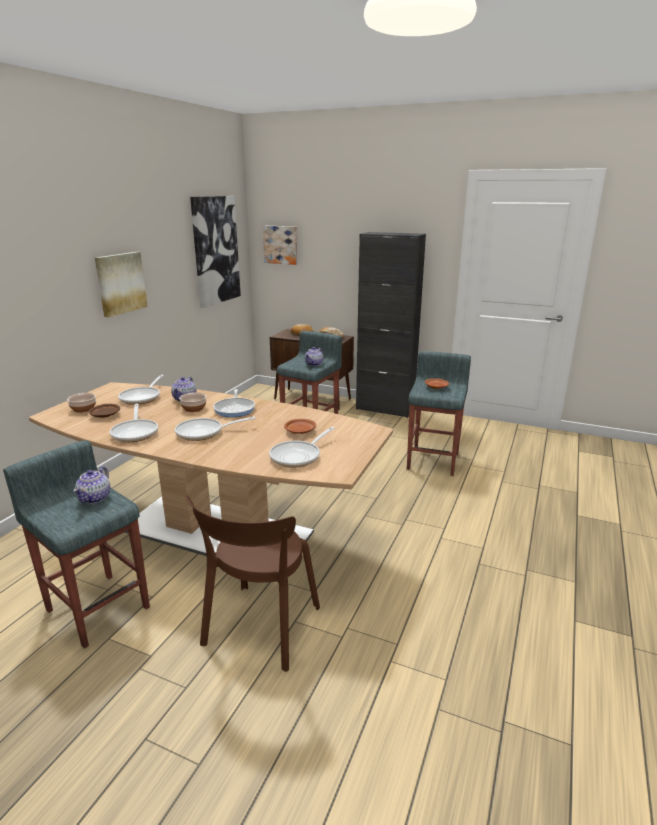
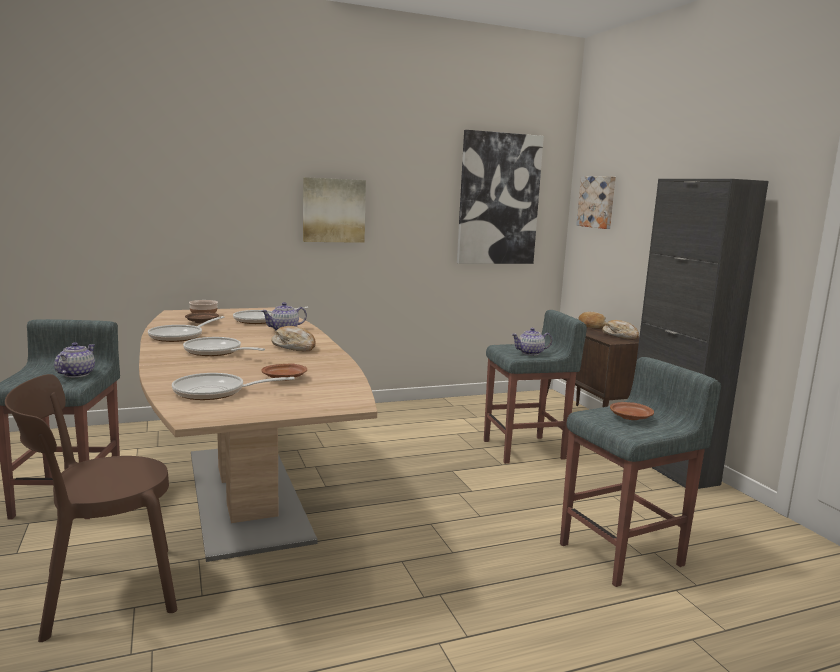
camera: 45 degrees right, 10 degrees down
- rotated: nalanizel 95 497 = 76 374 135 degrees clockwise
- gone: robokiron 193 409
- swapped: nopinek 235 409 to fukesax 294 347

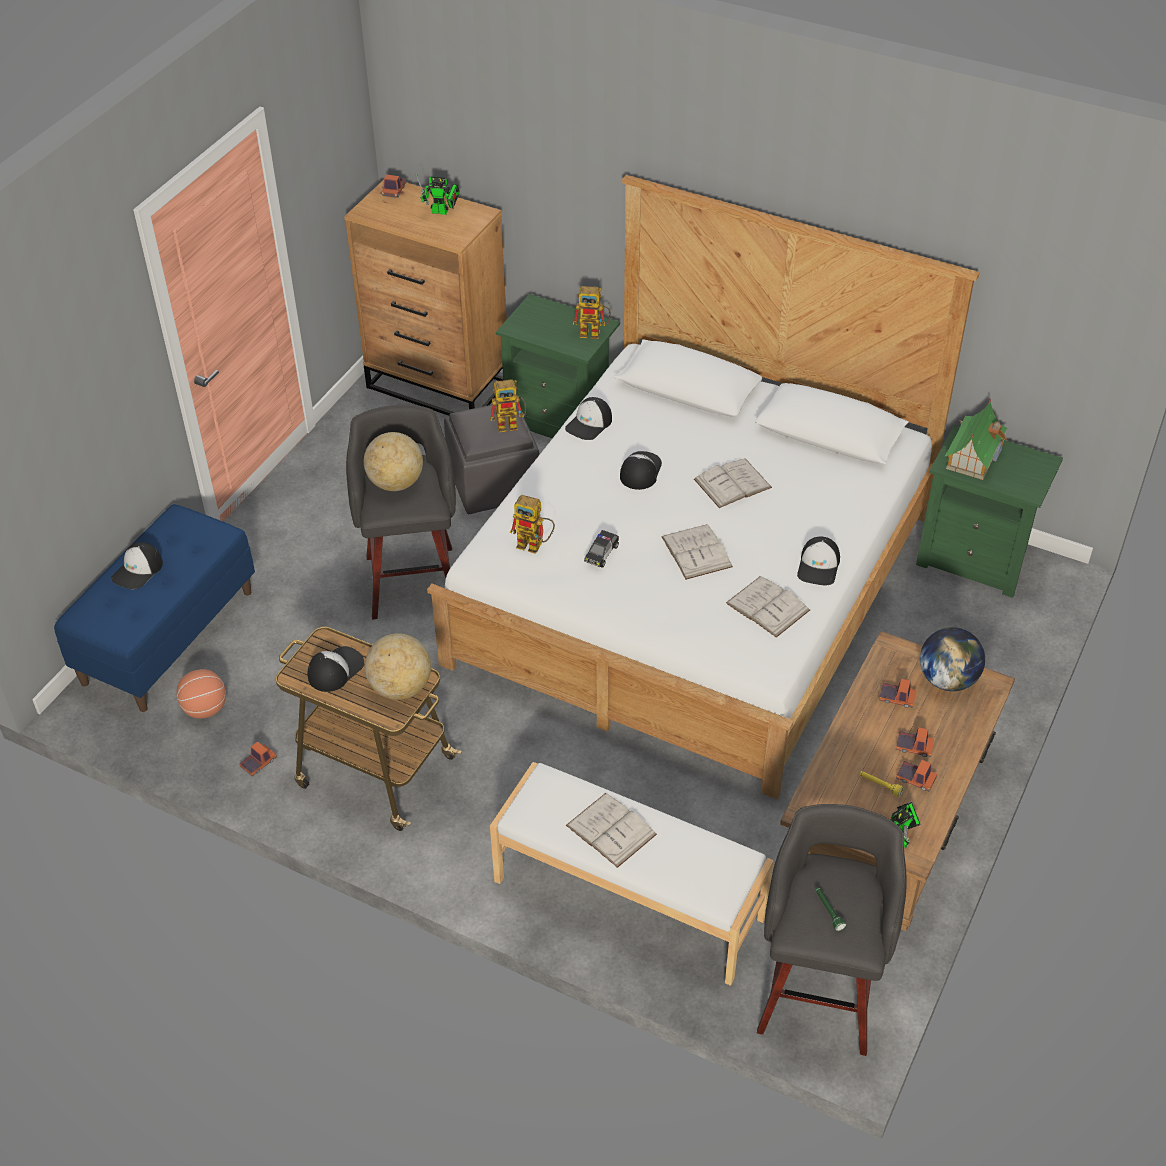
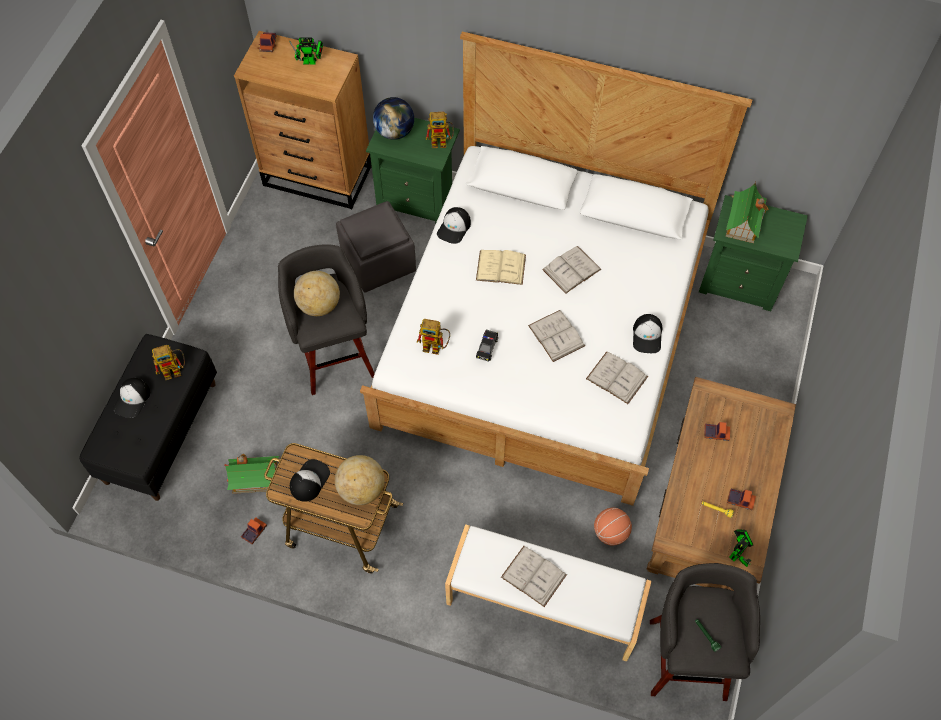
camera: 10 degrees left, 15 degrees up
- repainted: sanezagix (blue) 168 636 to sanezagix (black) 161 431
- shifted: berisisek 205 709 to 610 532
- shifted: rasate 511 424 to 175 370
- swapped: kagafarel 640 471 to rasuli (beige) 501 267
- gone: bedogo 914 747
- shifted: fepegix 947 679 to 394 132
- new: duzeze 255 478

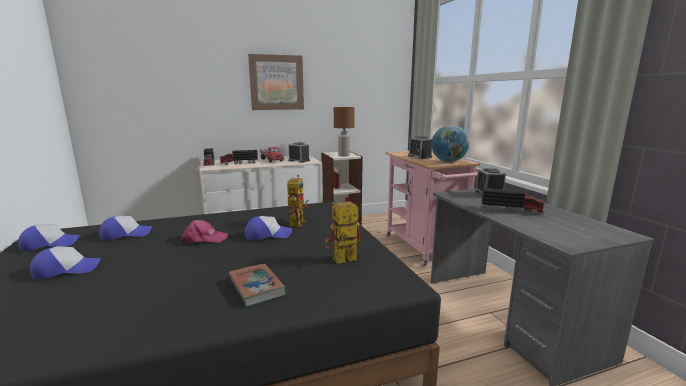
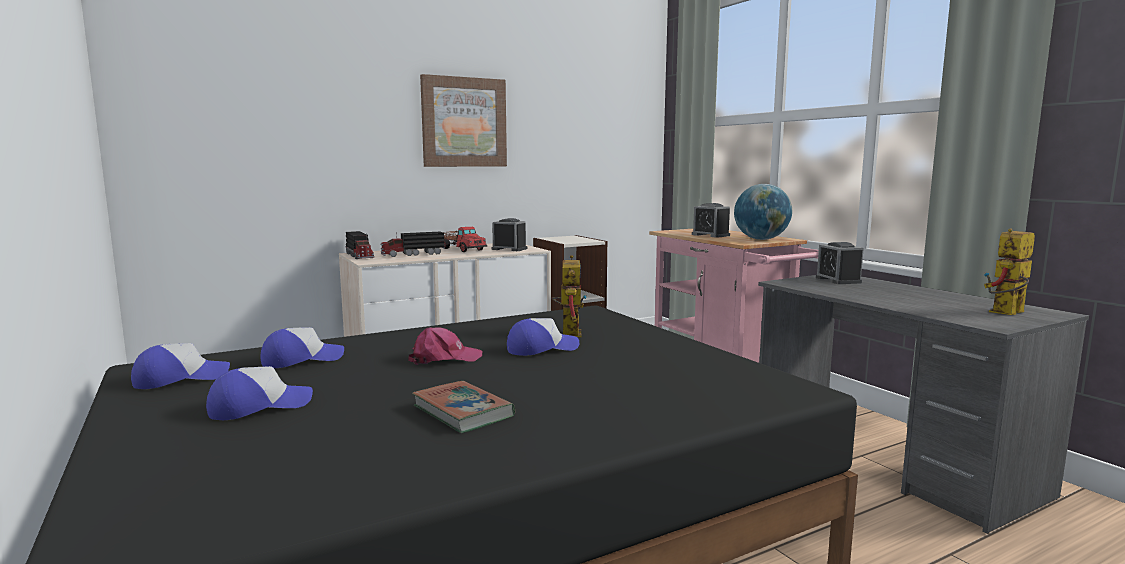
camera: 10 degrees left, 5 degrees down
- shifted: rasuli 257 287 to 463 412
- shifted: rasate 340 261 to 1007 313
- gone: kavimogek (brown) 344 155
- gone: bedogo 511 210

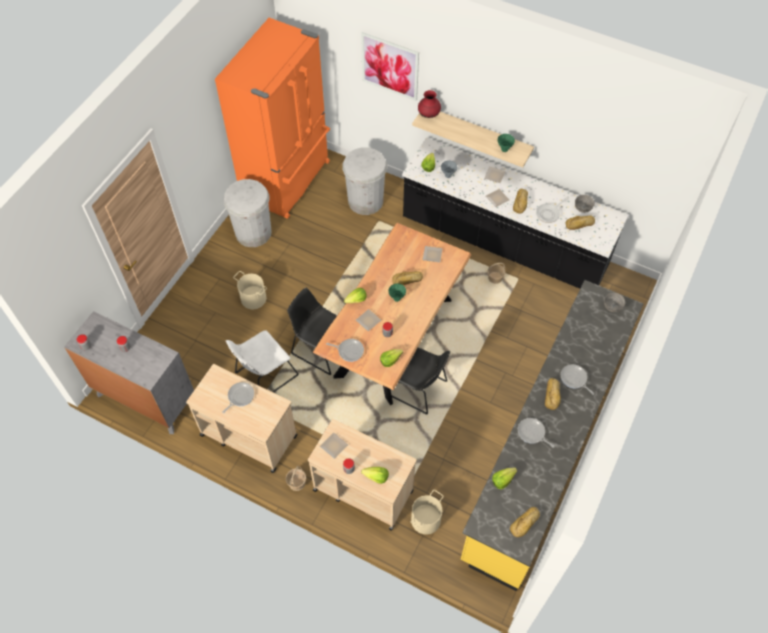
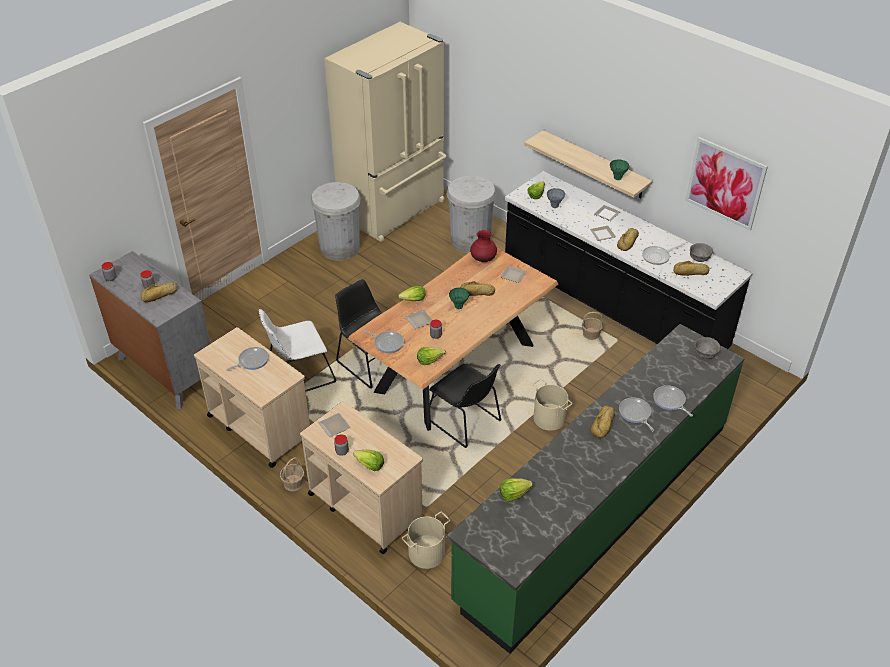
camera: 15 degrees right, 15 degrees down
- repainted: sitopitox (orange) 288 180 to sitopitox (beige) 394 210
- shifted: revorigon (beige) 253 298 to 549 418
- shifted: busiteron 390 66 to 725 183
- shifted: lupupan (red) 429 115 to 483 259
- repainted: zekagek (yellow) 545 447 to zekagek (green) 596 510
- shifted: fukesax 525 523 to 160 295
- shifted: nopinek 532 433 to 670 401

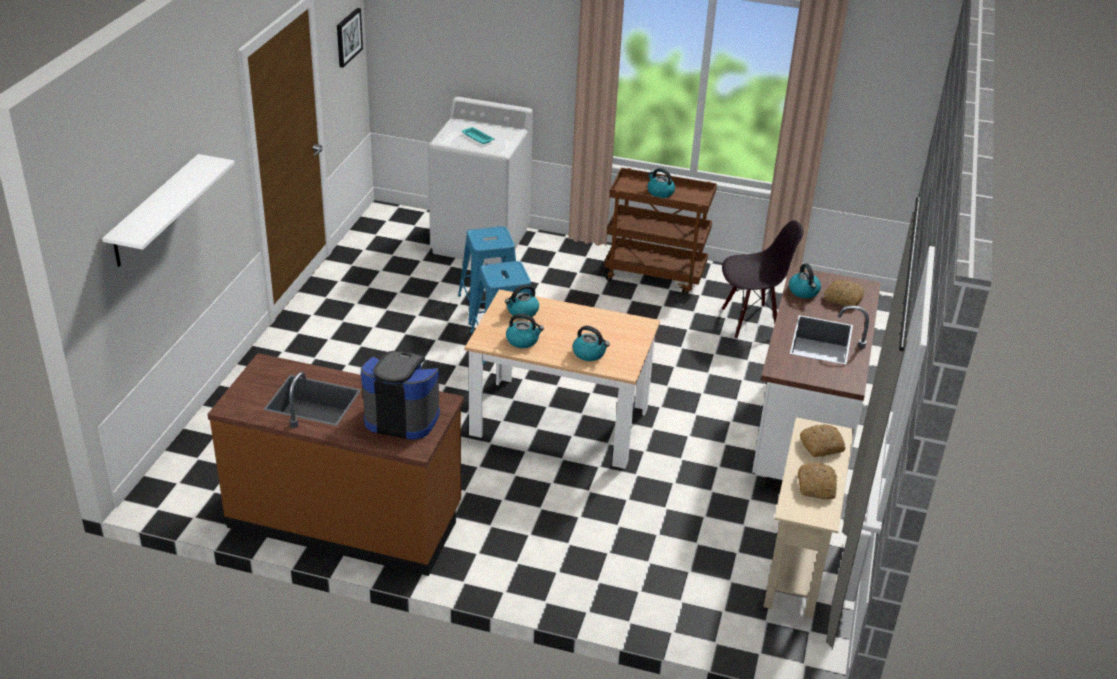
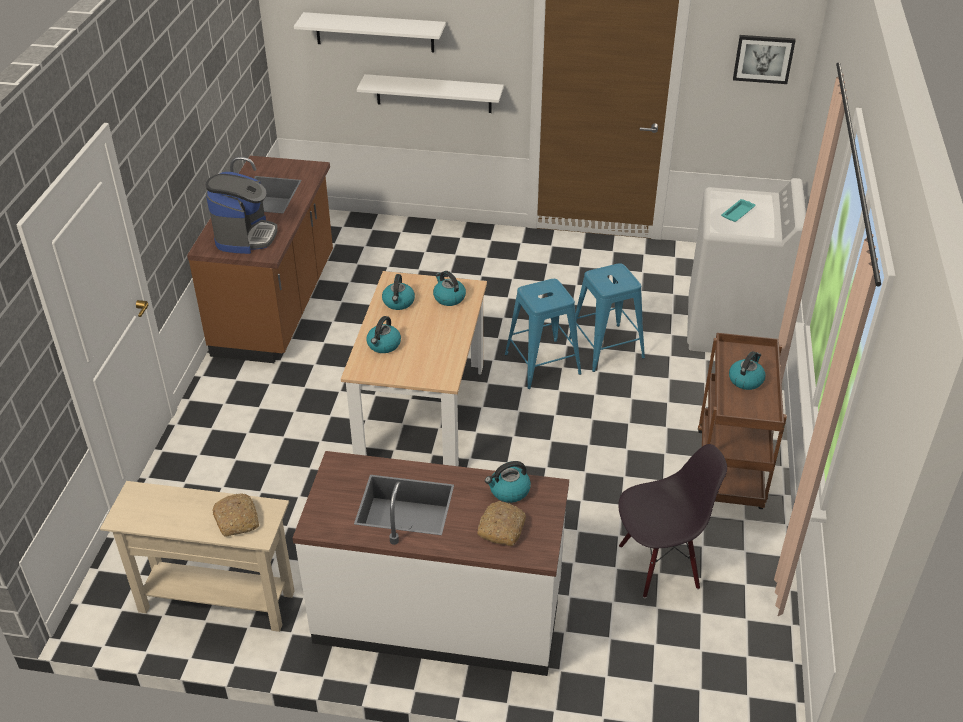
camera: 85 degrees right, 5 degrees up
- rotated: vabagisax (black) 750 322 = 659 565 90 degrees counterclockwise
- gone: fukesax 817 486
- new: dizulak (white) 433 93

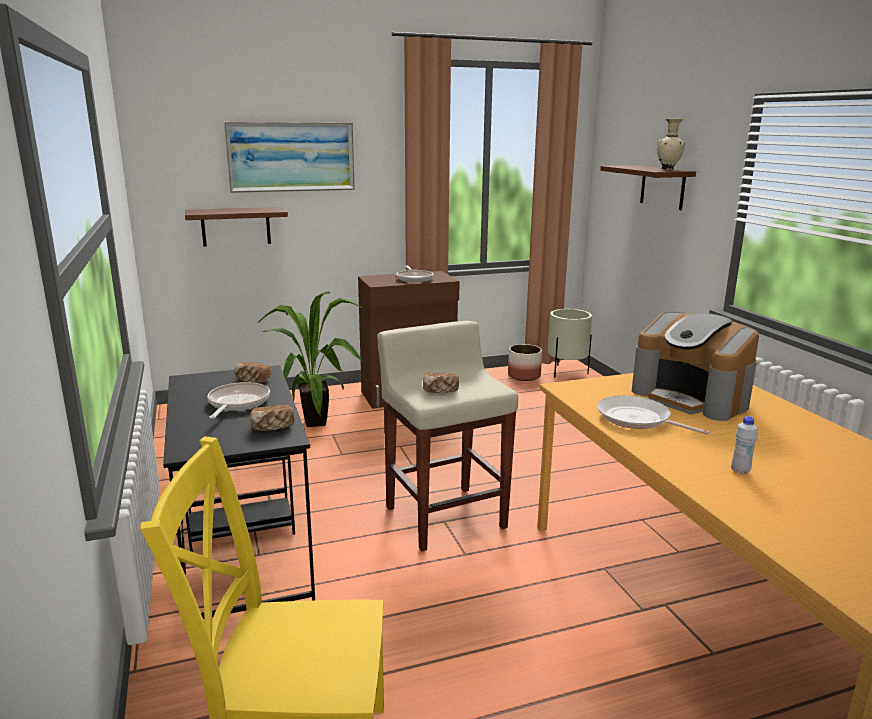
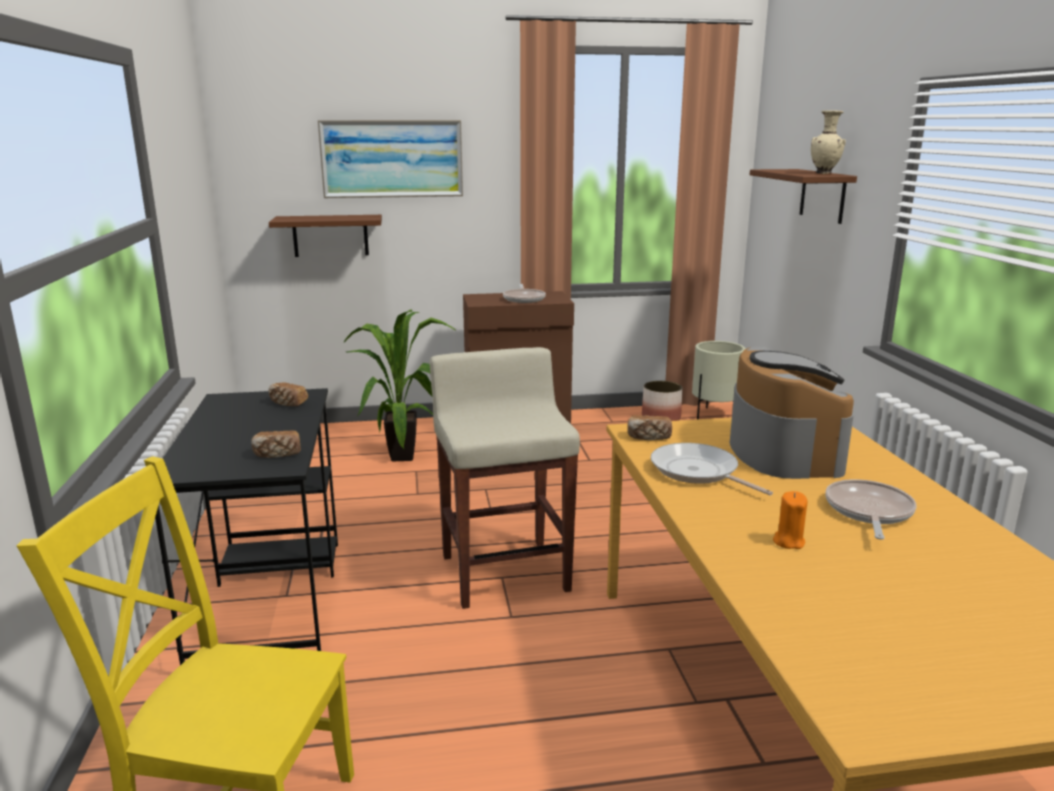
camera: 10 degrees right, 0 degrees up
- shifted: nopinek 237 403 to 868 511
- shifted: fukesax 440 391 to 649 437
- rotated: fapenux 691 397 = 782 450 150 degrees counterclockwise
- swapped: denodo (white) 740 471 to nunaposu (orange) 788 541

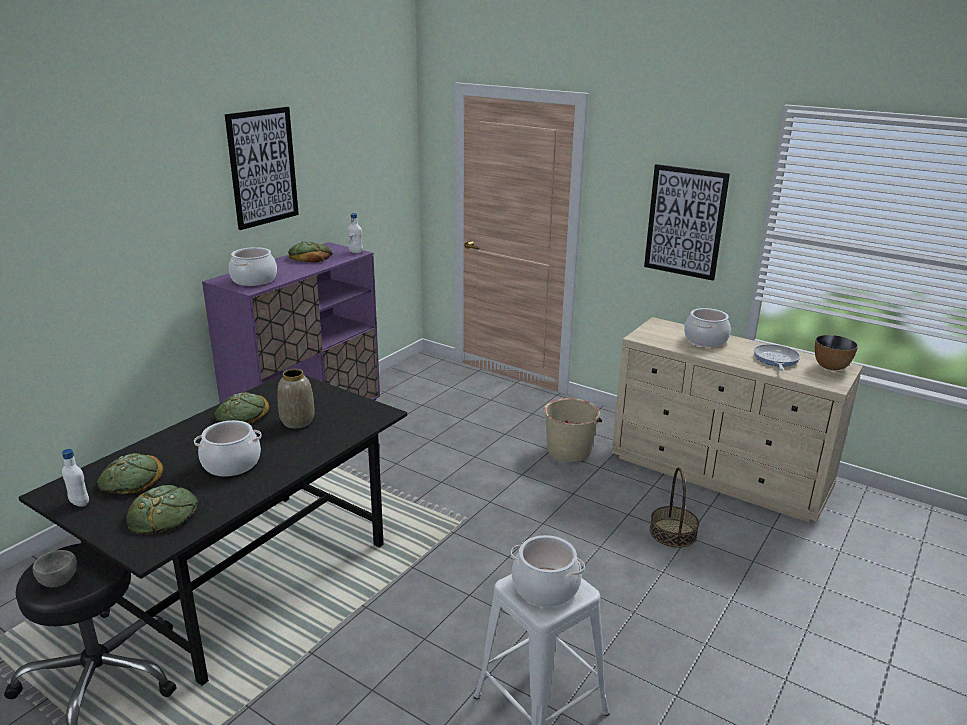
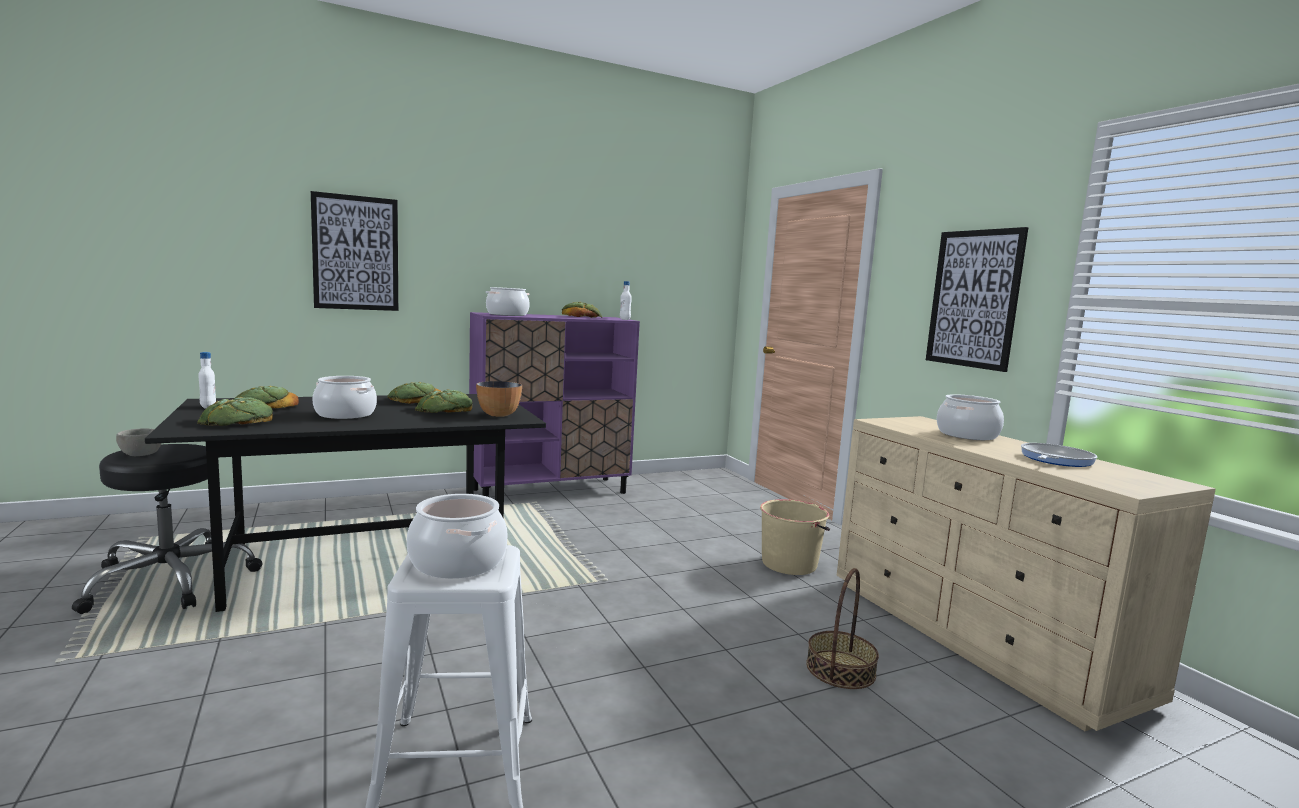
camera: 30 degrees right, 15 degrees down
- shifted: busiteron 262 167 to 356 253
- swapped: lupupan 298 422 to fukesax 445 410
- shifted: robokiron 830 367 to 498 415

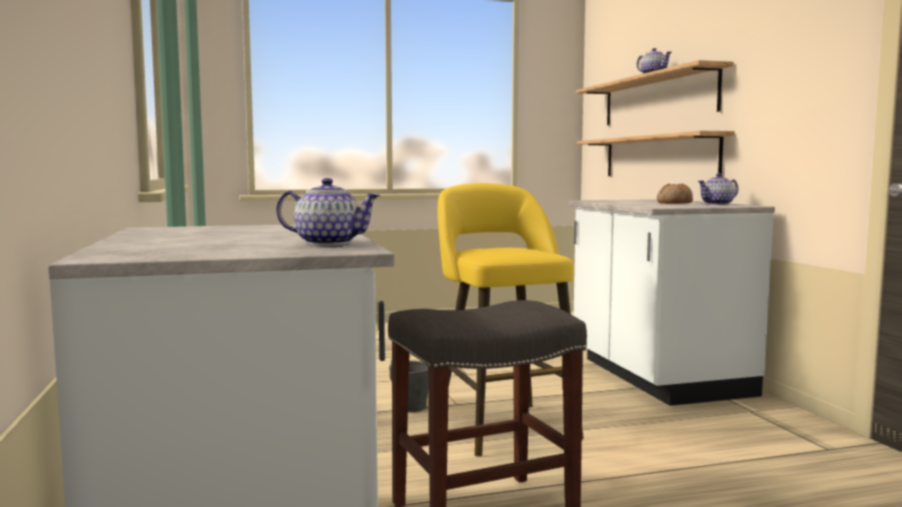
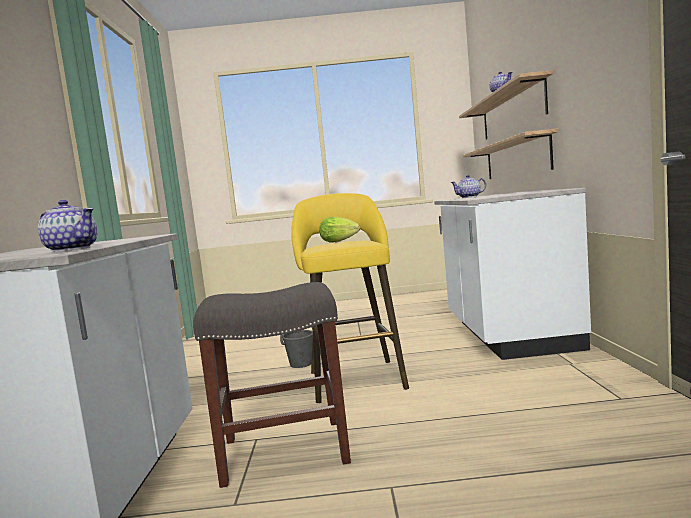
camera: 15 degrees right, 0 degrees up
- gone: fukesax 674 203
- shifted: nalanizel 718 204 to 469 197
- new: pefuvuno 341 241

